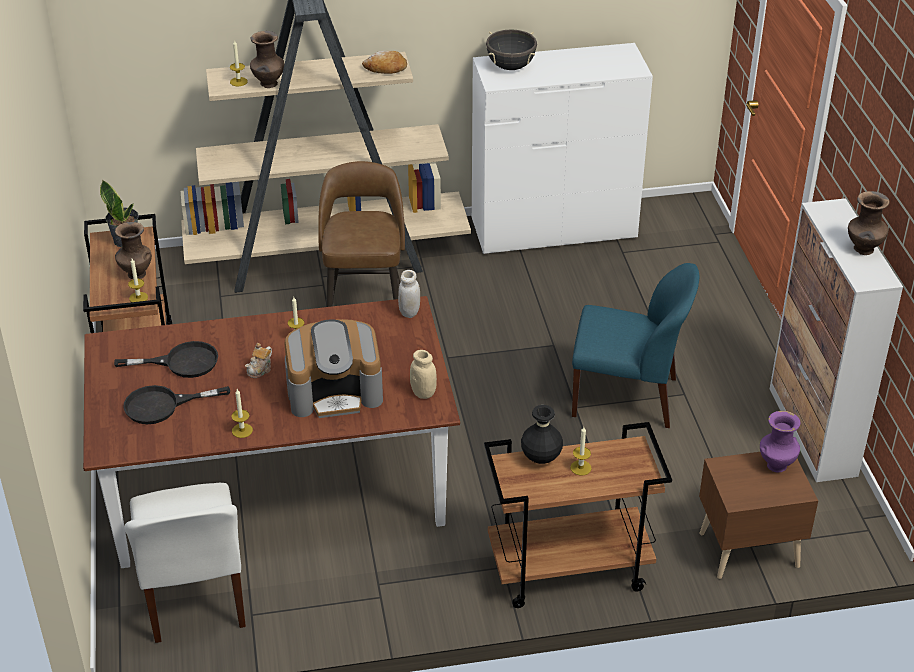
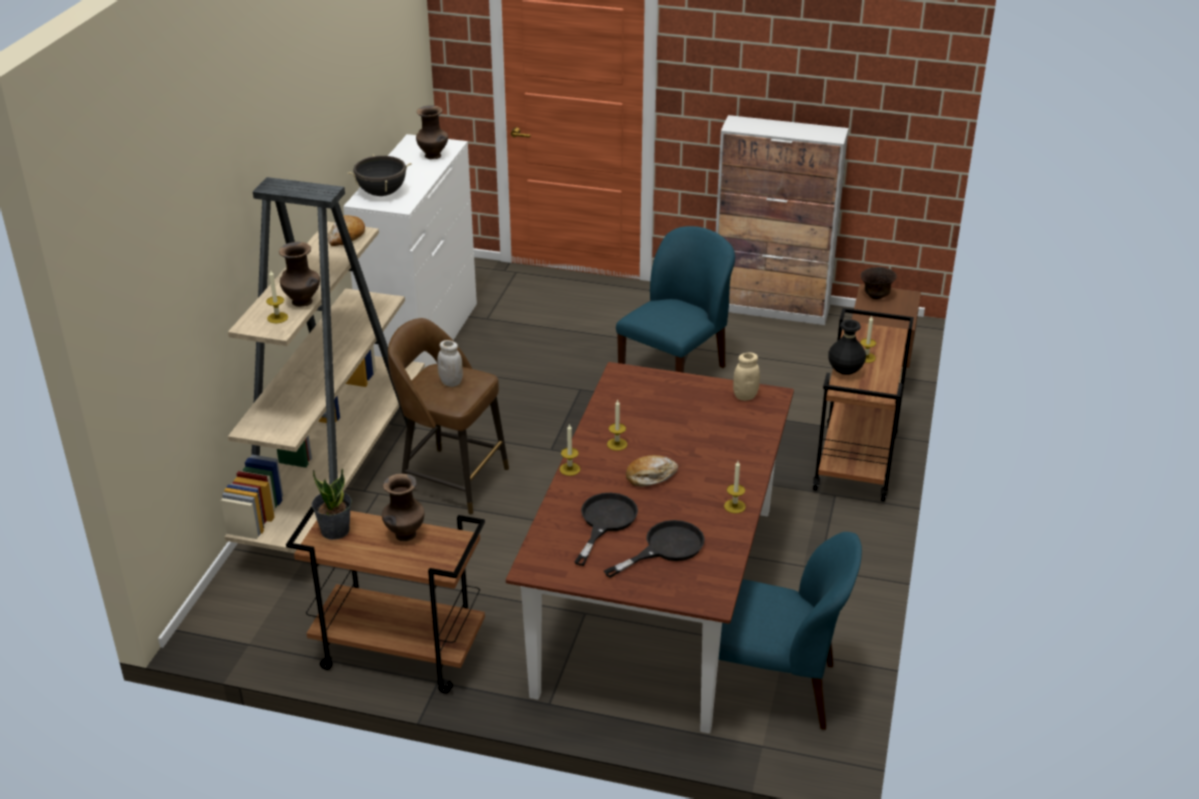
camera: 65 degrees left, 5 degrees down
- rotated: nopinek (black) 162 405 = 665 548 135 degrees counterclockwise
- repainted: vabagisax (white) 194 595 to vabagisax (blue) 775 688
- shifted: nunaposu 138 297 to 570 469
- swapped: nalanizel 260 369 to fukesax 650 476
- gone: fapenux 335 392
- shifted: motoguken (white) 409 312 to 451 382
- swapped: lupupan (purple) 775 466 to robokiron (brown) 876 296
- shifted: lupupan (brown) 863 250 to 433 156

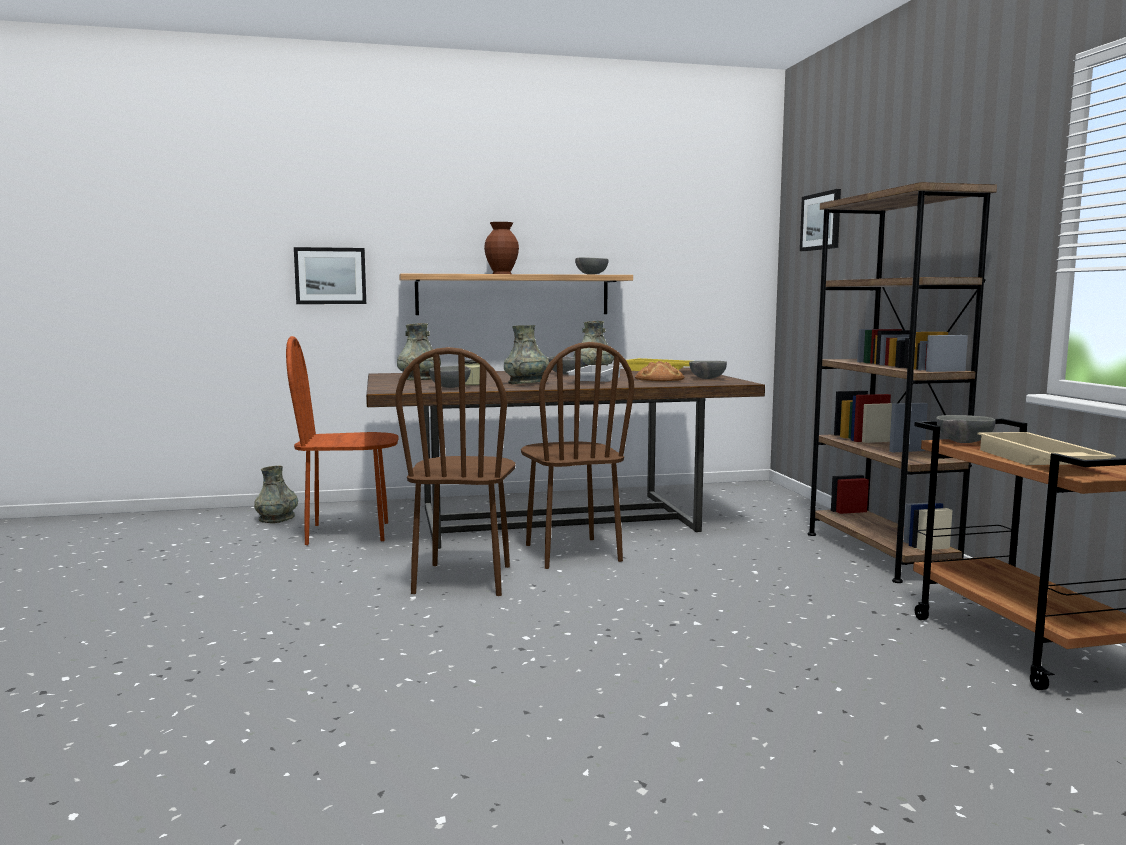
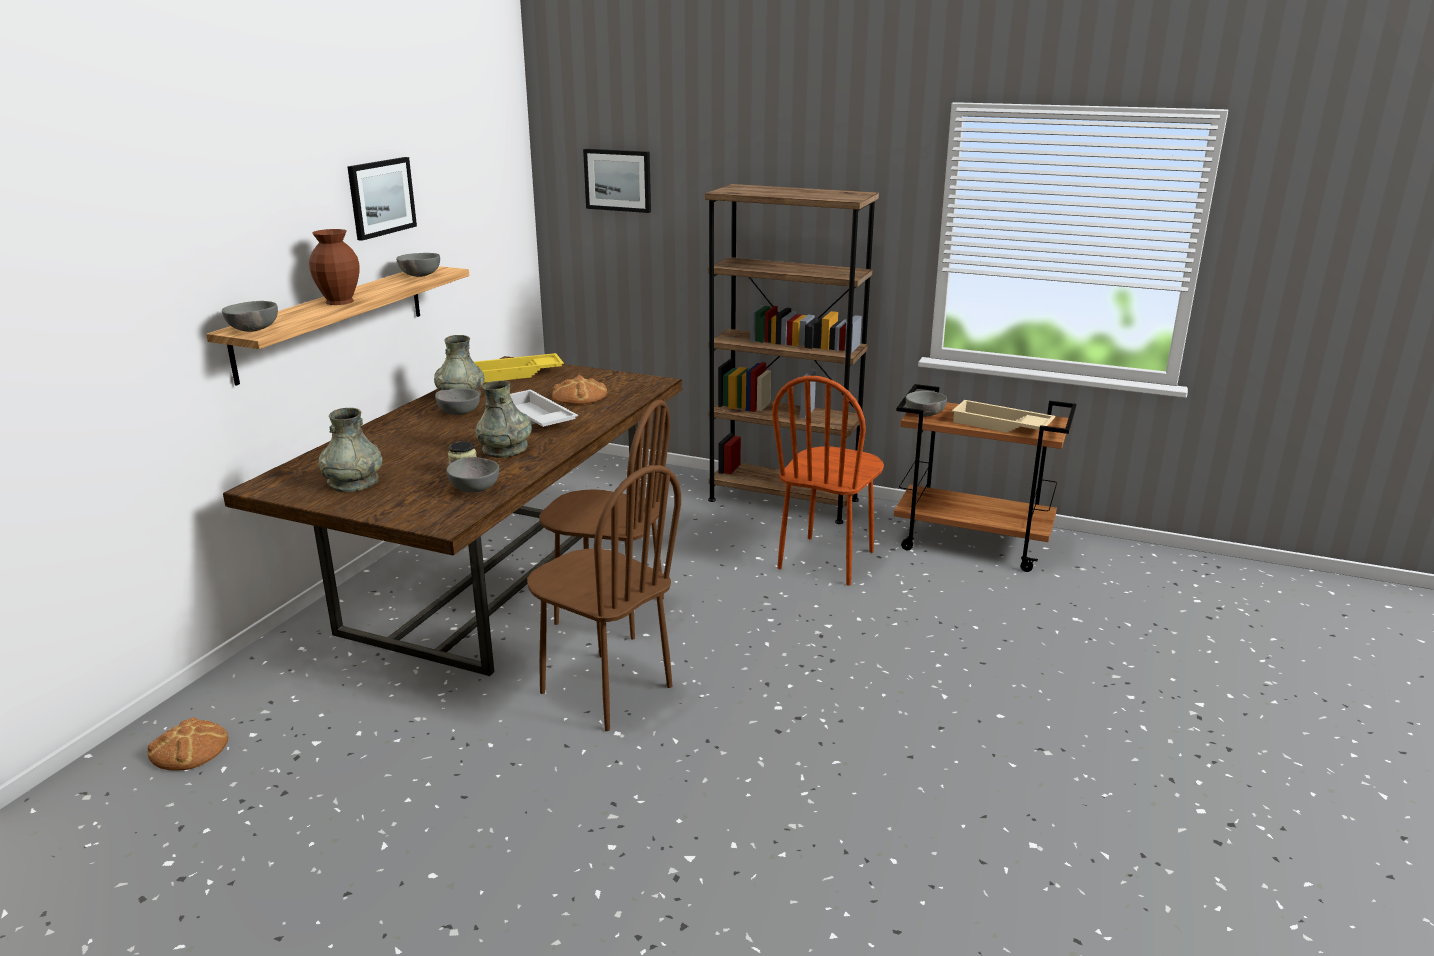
camera: 55 degrees left, 15 degrees up
- swapped: lupupan (grey) 277 518 to fukesax 189 748
- shifted: vabagisax (brown) 348 533 to 827 560
- shifted: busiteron 330 276 to 381 197
- shifted: robokiron (grey) 706 378 to 253 330

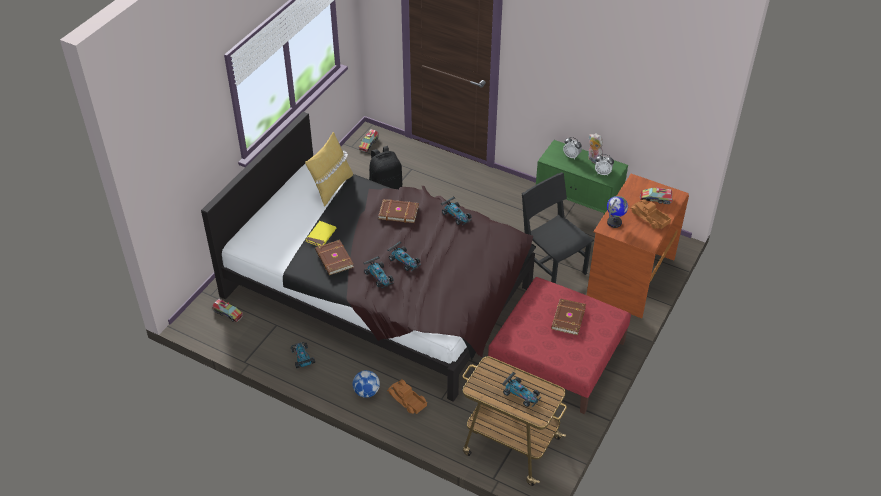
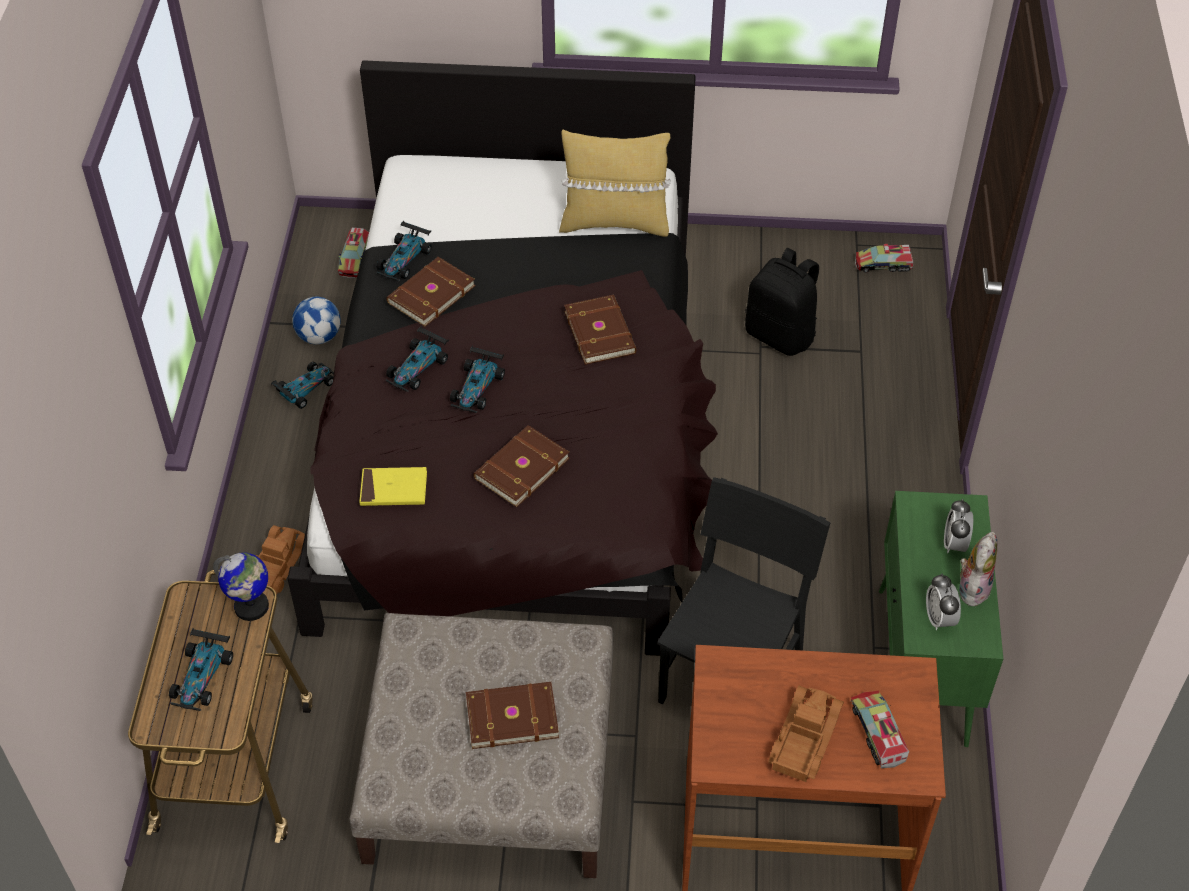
camera: 65 degrees right, 5 degrees up
- shifted: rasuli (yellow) 321 235 to 393 489
- shifted: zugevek 366 392 to 319 336
- shifted: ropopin 456 215 to 404 259
- repainted: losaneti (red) 557 356 to losaneti (beige) 492 766
- shifted: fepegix 614 222 to 251 607
- new: rasuli (brown) 520 468

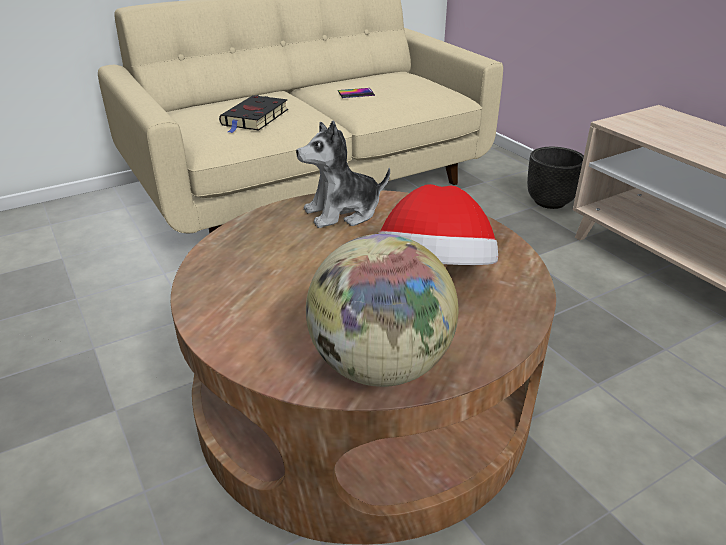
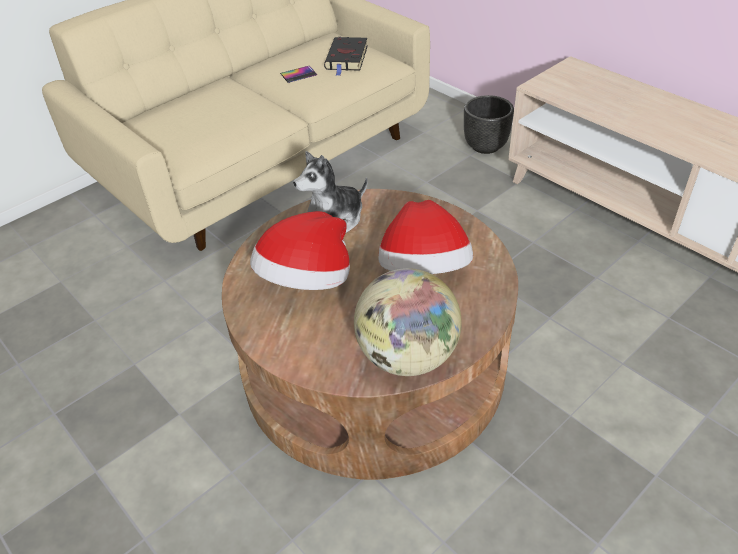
camera: 10 degrees left, 10 degrees up
- shifted: rasuli (black) 254 118 to 347 58
- new: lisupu 307 281

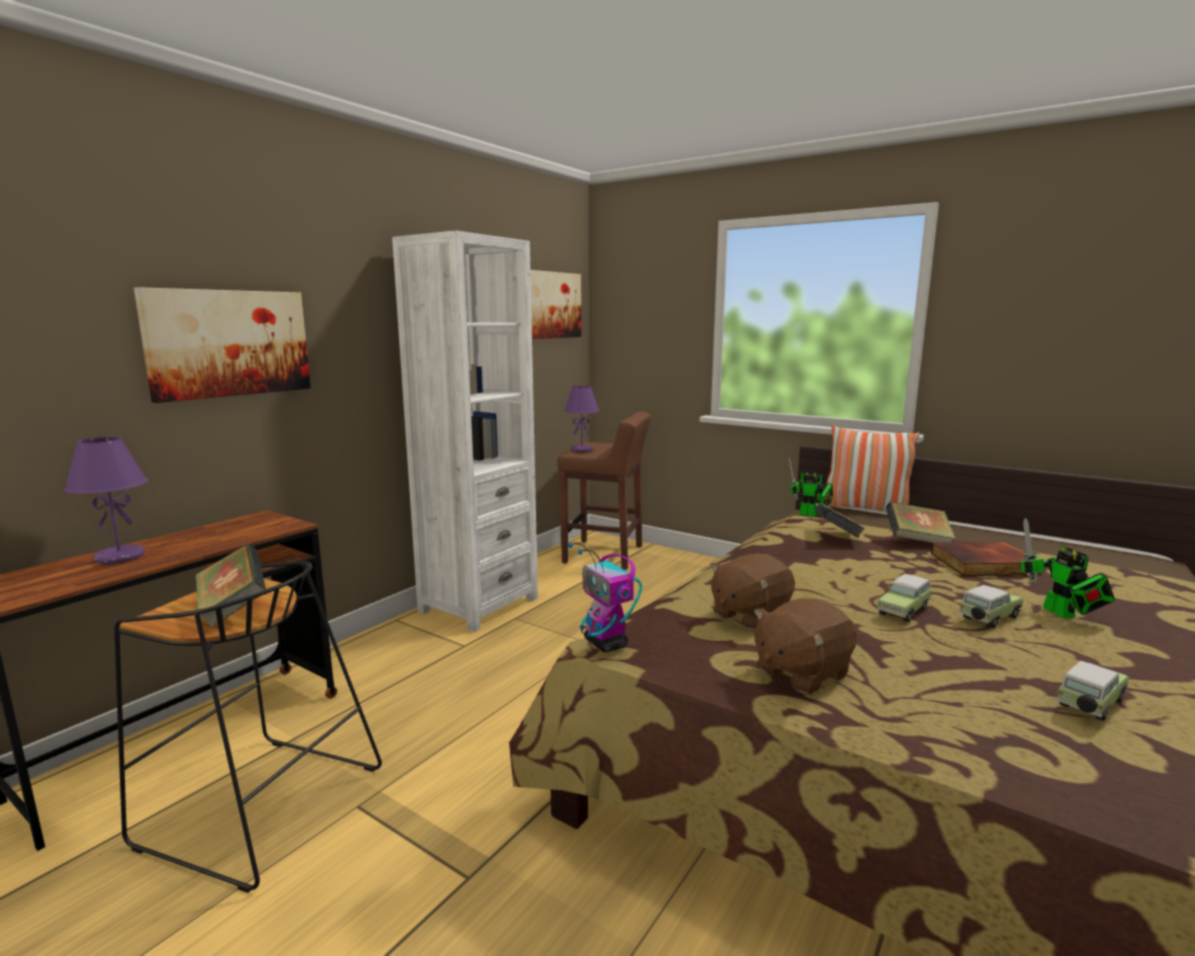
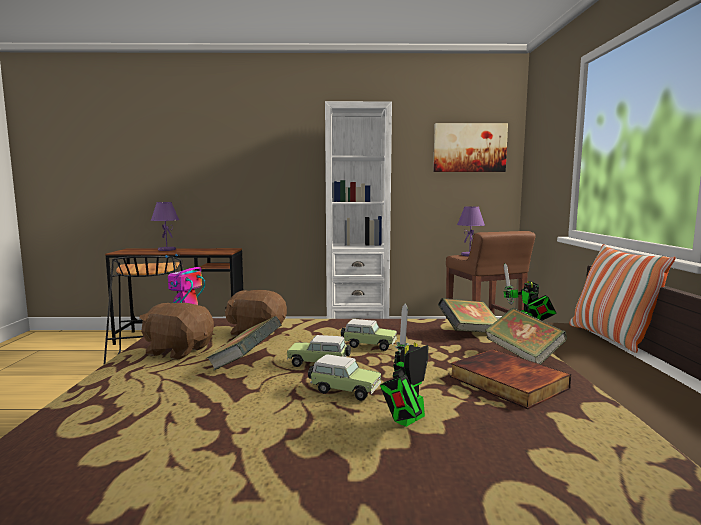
camera: 55 degrees right, 5 degrees down
- gone: busiteron 229 343
- shifted: rasuli 233 609 to 245 363
- shifted: ropopin 1089 704 to 368 345

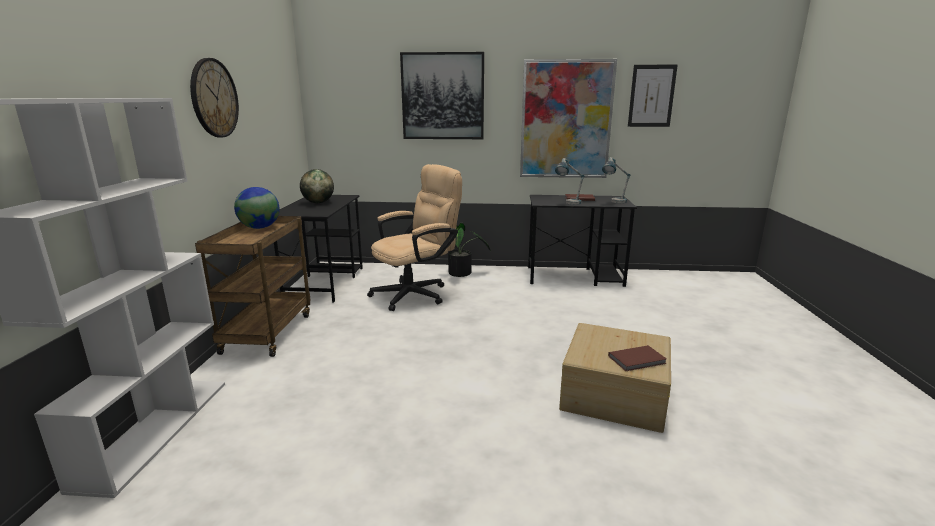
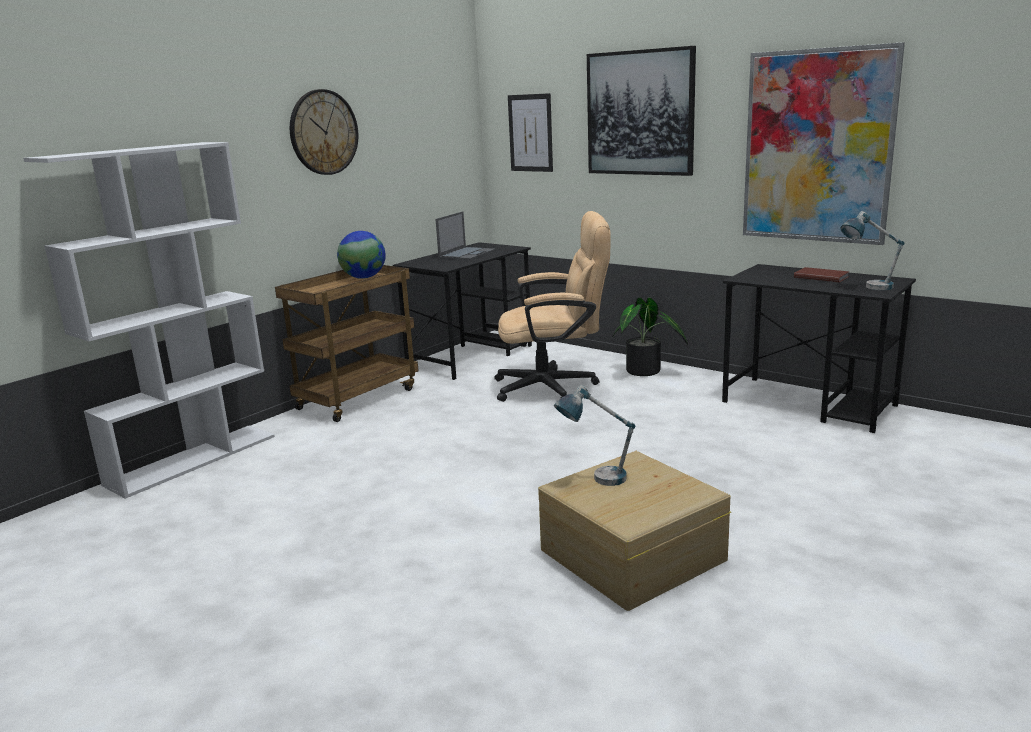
camera: 35 degrees right, 0 degrees up
- swapped: fepegix 318 203 to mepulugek 467 254
- shifted: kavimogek 568 203 to 595 478
- gone: rasuli (brown) 638 360
- shifted: busiteron 651 96 to 530 133

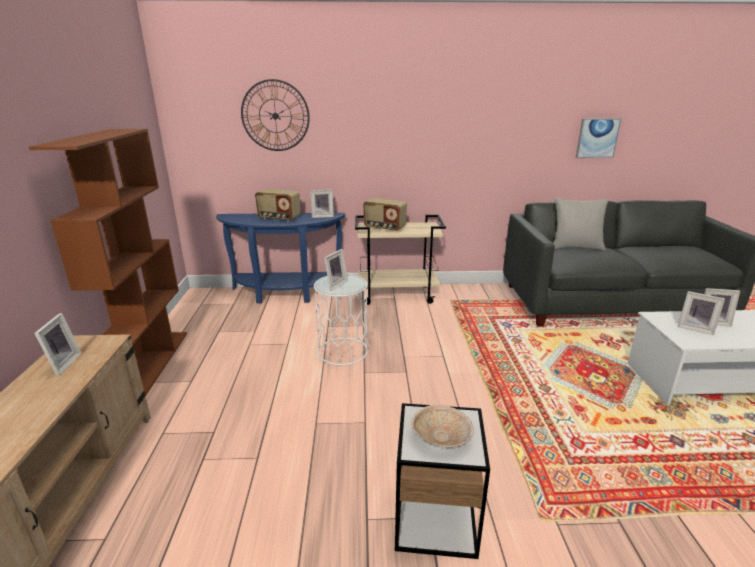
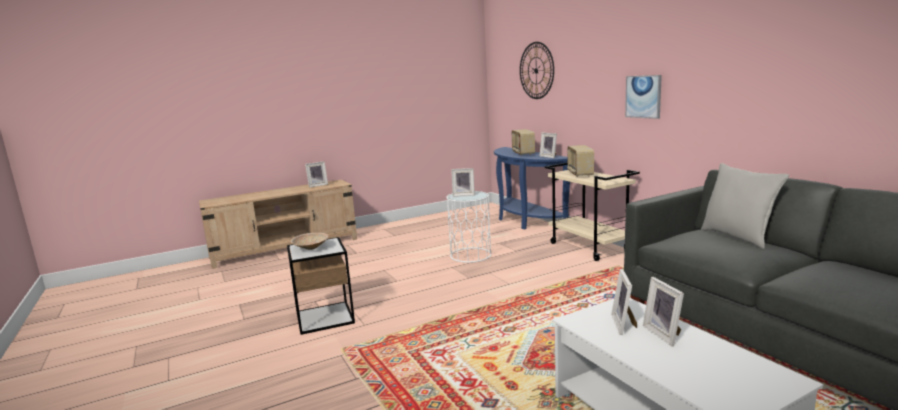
camera: 65 degrees right, 10 degrees down
- gone: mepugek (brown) 150 363
- shifted: busiteron 597 138 to 643 96

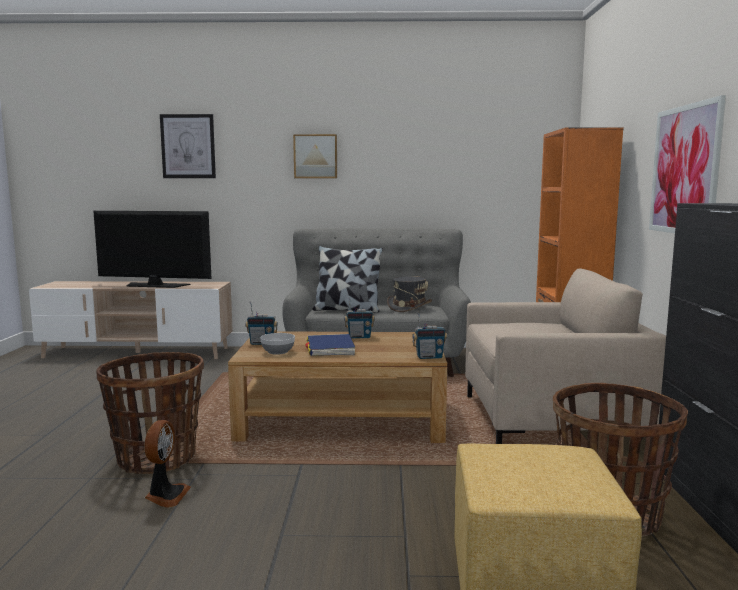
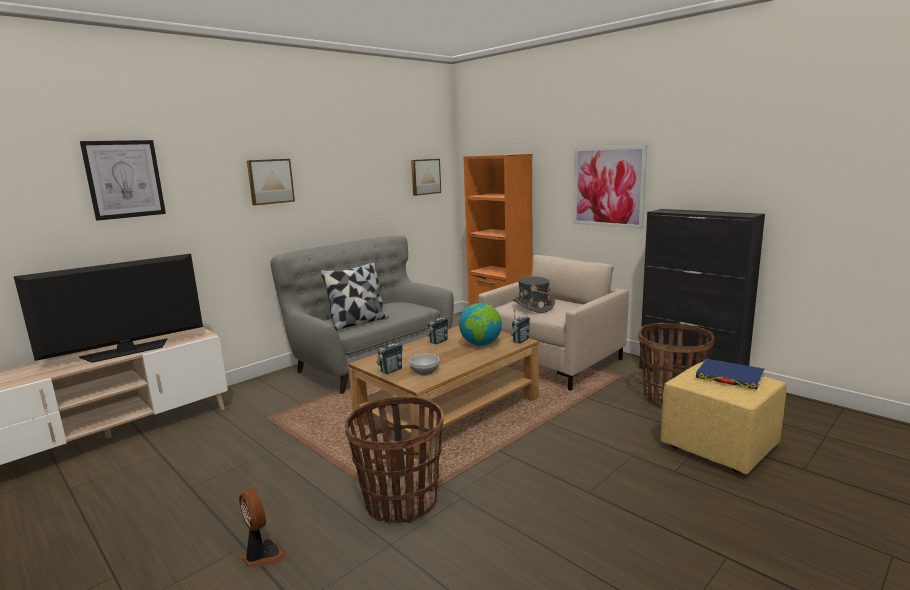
camera: 45 degrees left, 5 degrees up
- shifted: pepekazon 166 495 to 262 555
- shifted: rasuli (blue) 330 348 to 729 377
- shifted: lisupu (grey) 409 307 to 533 306
- new: busiteron 425 176
- new: fepegix 480 344

